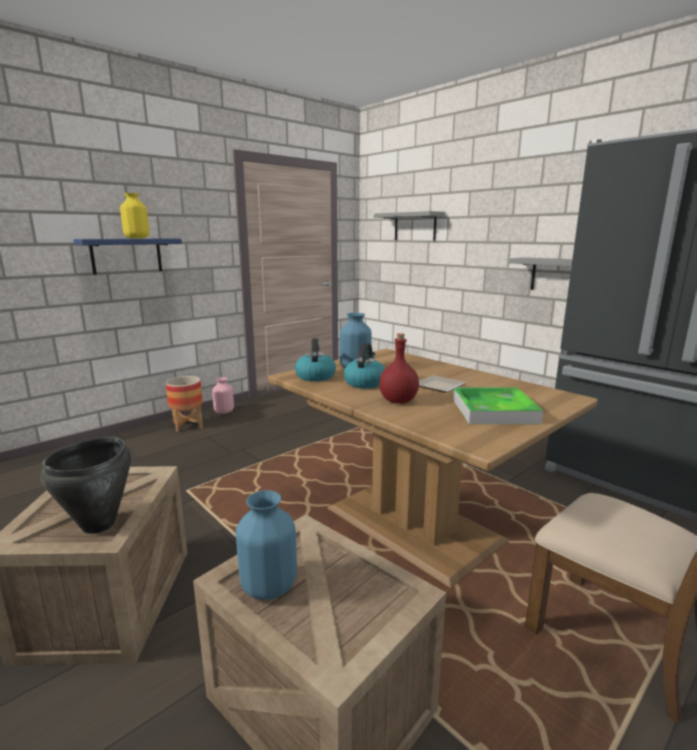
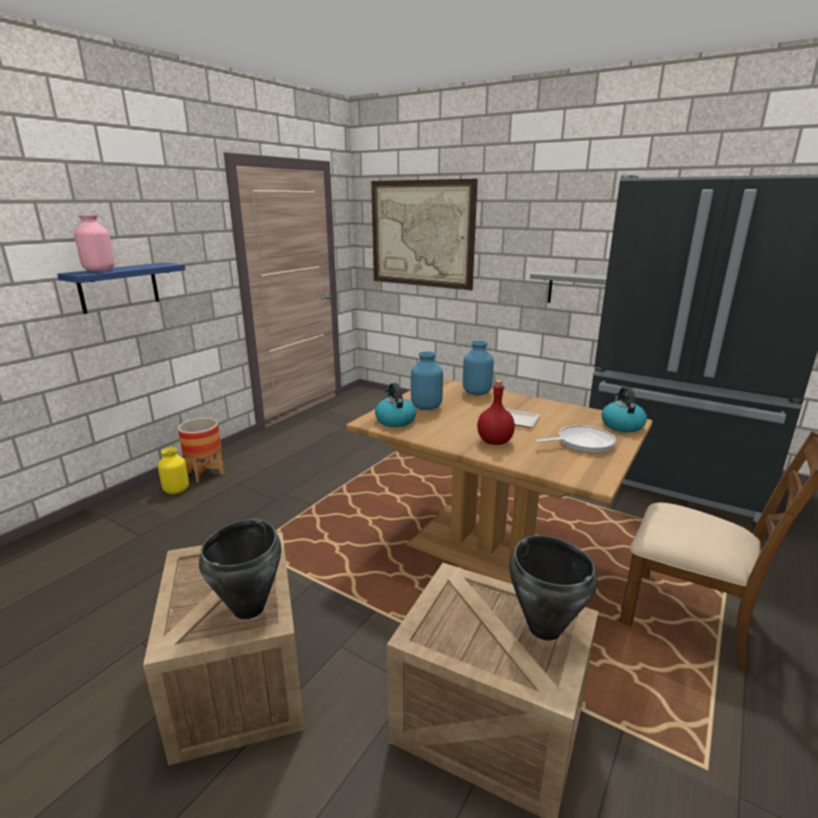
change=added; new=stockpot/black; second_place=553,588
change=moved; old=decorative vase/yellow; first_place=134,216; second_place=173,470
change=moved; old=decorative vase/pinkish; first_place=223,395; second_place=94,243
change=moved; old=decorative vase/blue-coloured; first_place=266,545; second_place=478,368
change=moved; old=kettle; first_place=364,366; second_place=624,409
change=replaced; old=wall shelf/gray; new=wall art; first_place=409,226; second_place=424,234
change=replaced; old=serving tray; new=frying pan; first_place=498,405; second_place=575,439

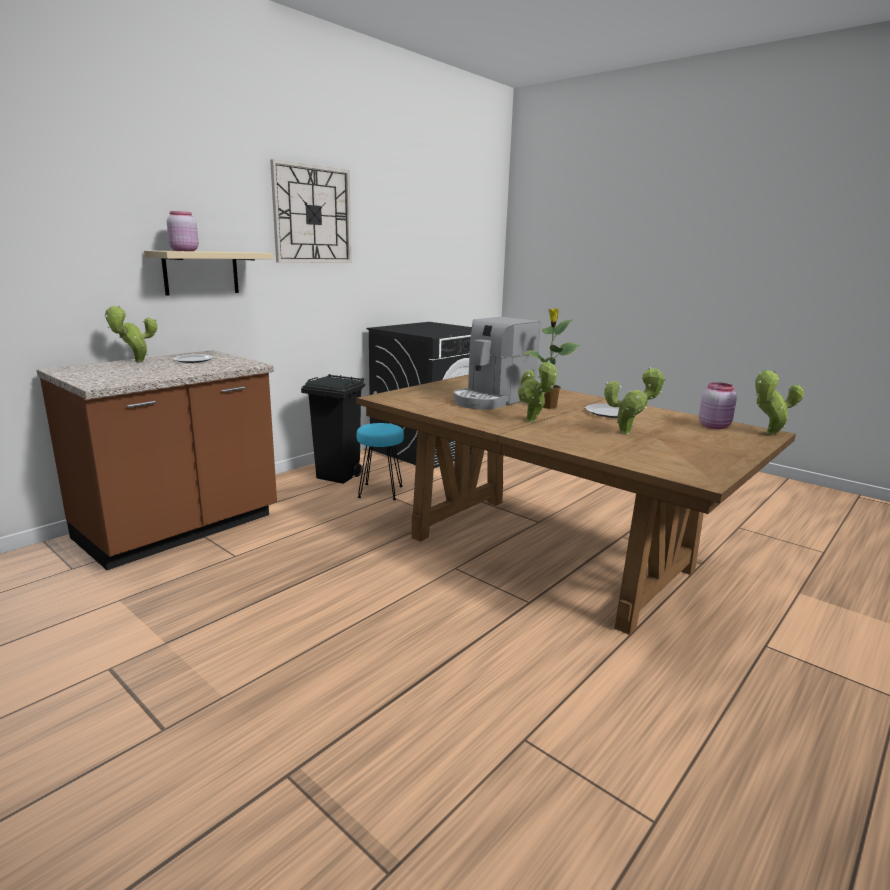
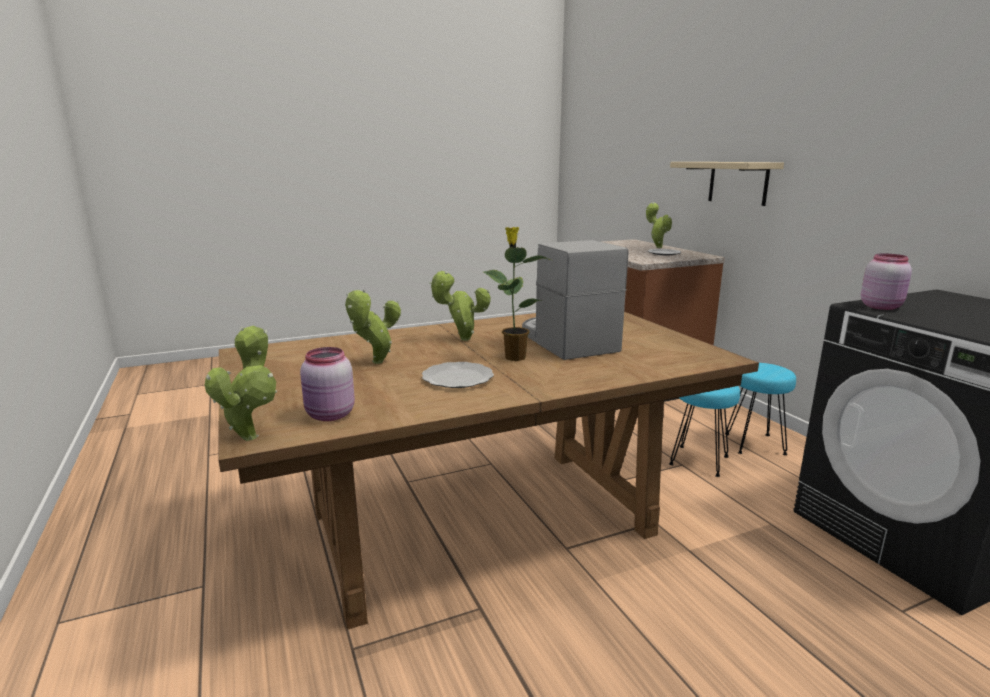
change=removed; old=hanging clock; first_place=310,211
change=moved; old=jar/pinkish; first_place=183,231; second_place=886,281
change=replaced; old=trash can/black; new=sitting stool/turquoise; first_place=333,429; second_place=760,409

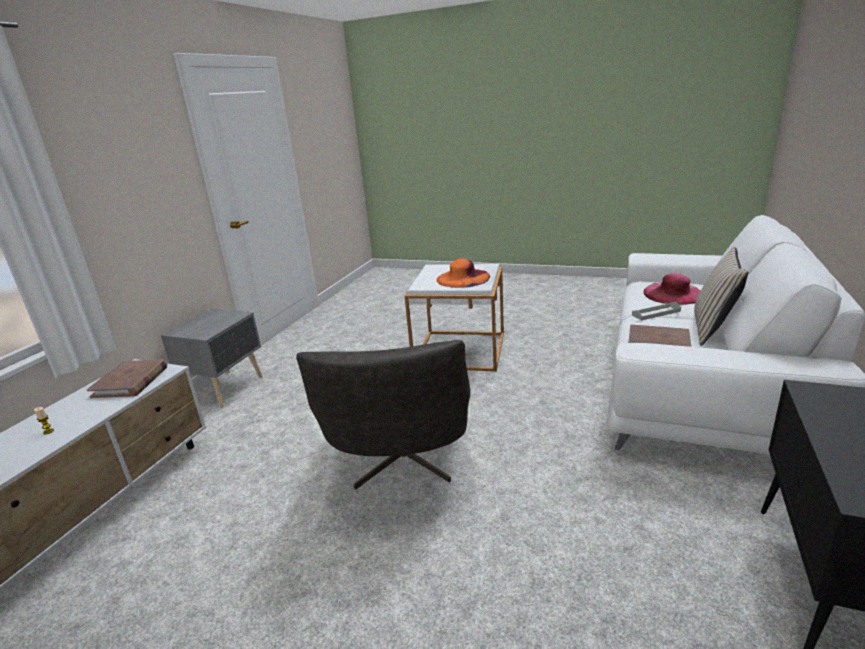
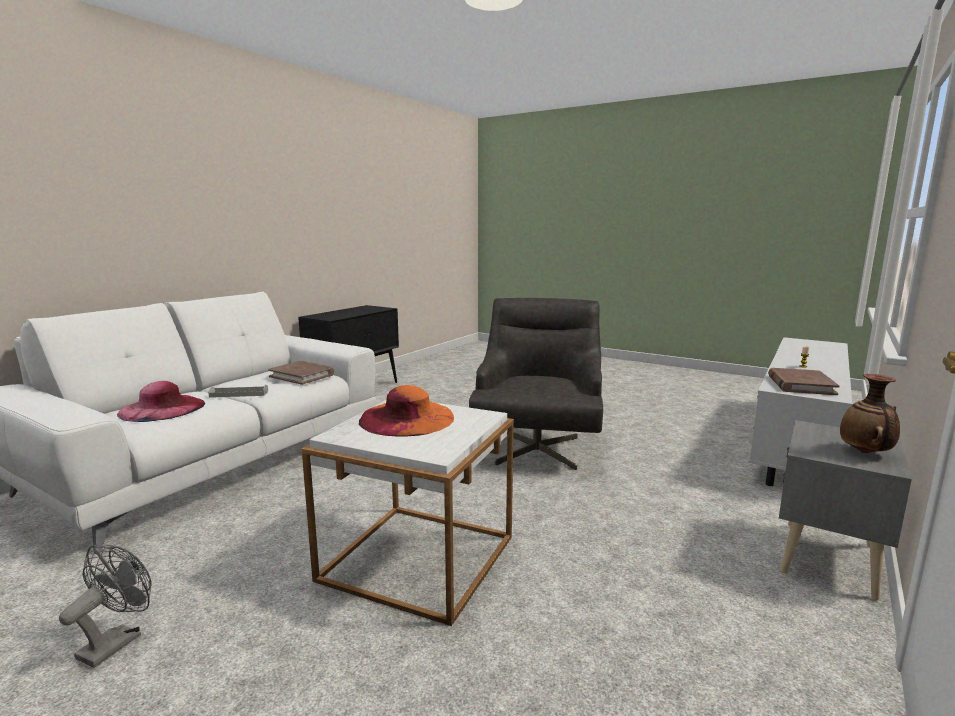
change=removed; old=cushion/sand-coloured; first_place=721,296
change=added; new=cooling fan/gray; second_place=105,606
change=added; new=decorative vase; second_place=870,413

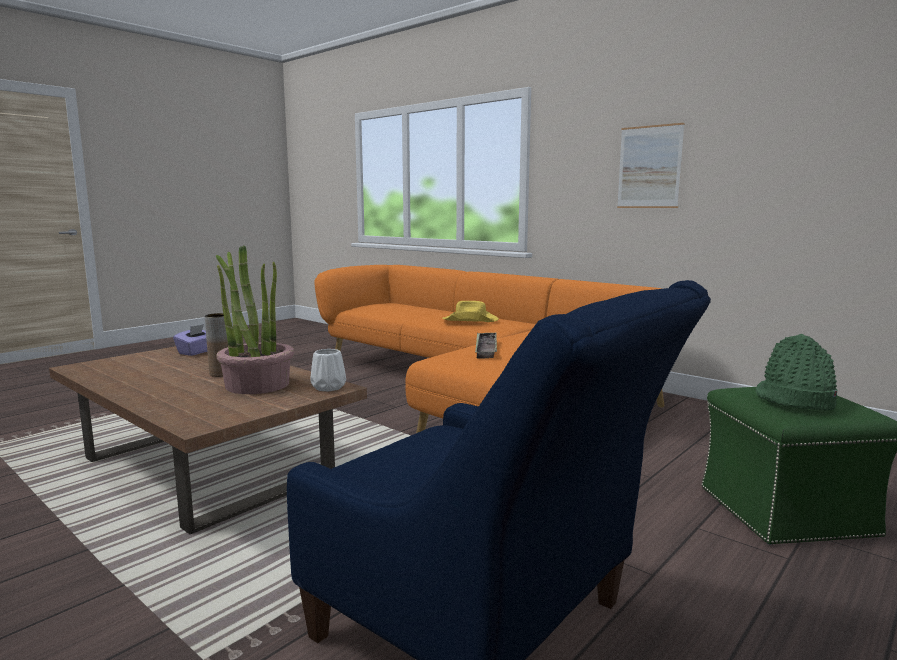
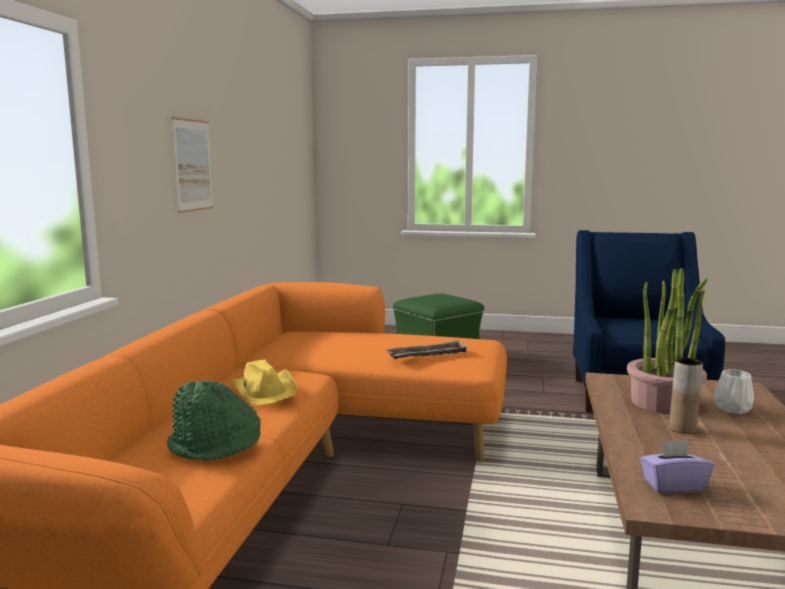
change=moved; old=decorative vase/white-coloured; first_place=328,370; second_place=734,391
change=moved; old=wearable hat/greenish; first_place=796,372; second_place=214,421

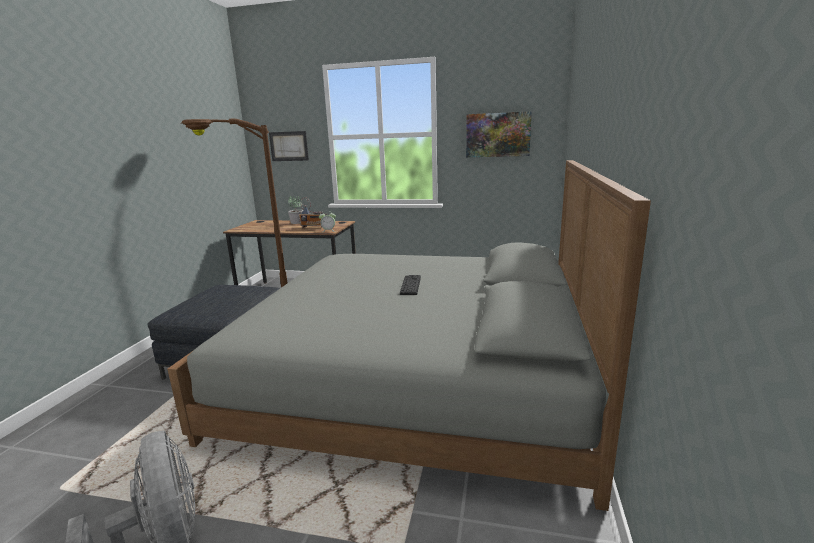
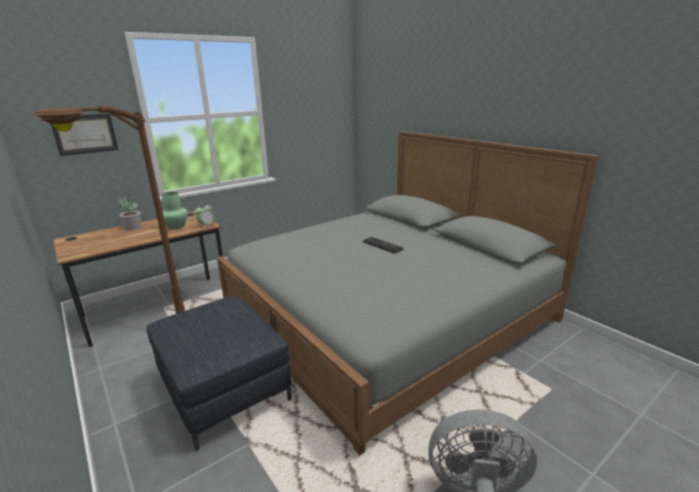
change=removed; old=wall art; first_place=499,134
change=replaced; old=radio receiver; new=decorative vase/greenish; first_place=312,213; second_place=175,210

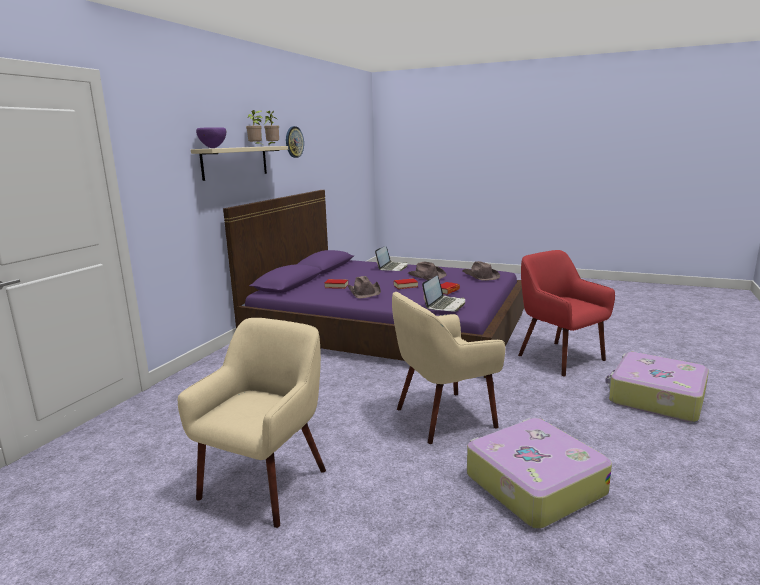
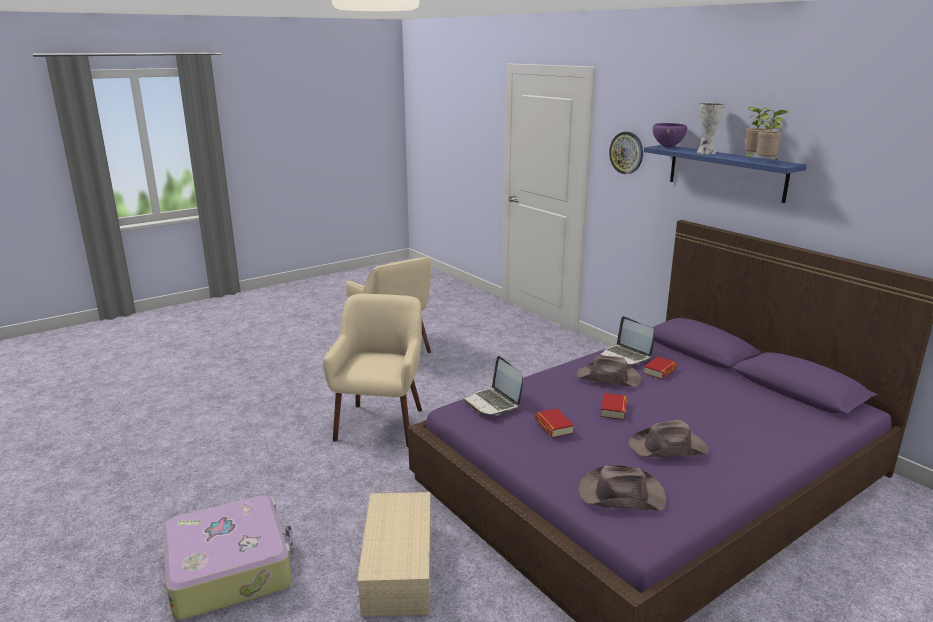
change=removed; old=travel case; first_place=539,473
change=added; new=decorative vase; second_place=711,128
change=moved; old=hanging clock; first_place=295,142; second_place=626,153
change=moved; old=notebook computer; first_place=391,258; second_place=627,340
change=replaced; old=easy chair/red-coloured; new=storage bin/sand-coloured; first_place=566,313; second_place=394,554
change=recoloured; old=wall shelf/sand-coloured; new=wall shelf/blue-coloured; first_place=239,163; second_place=725,174

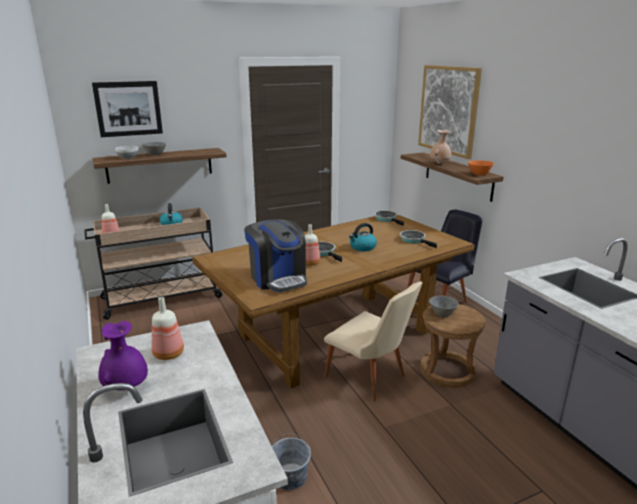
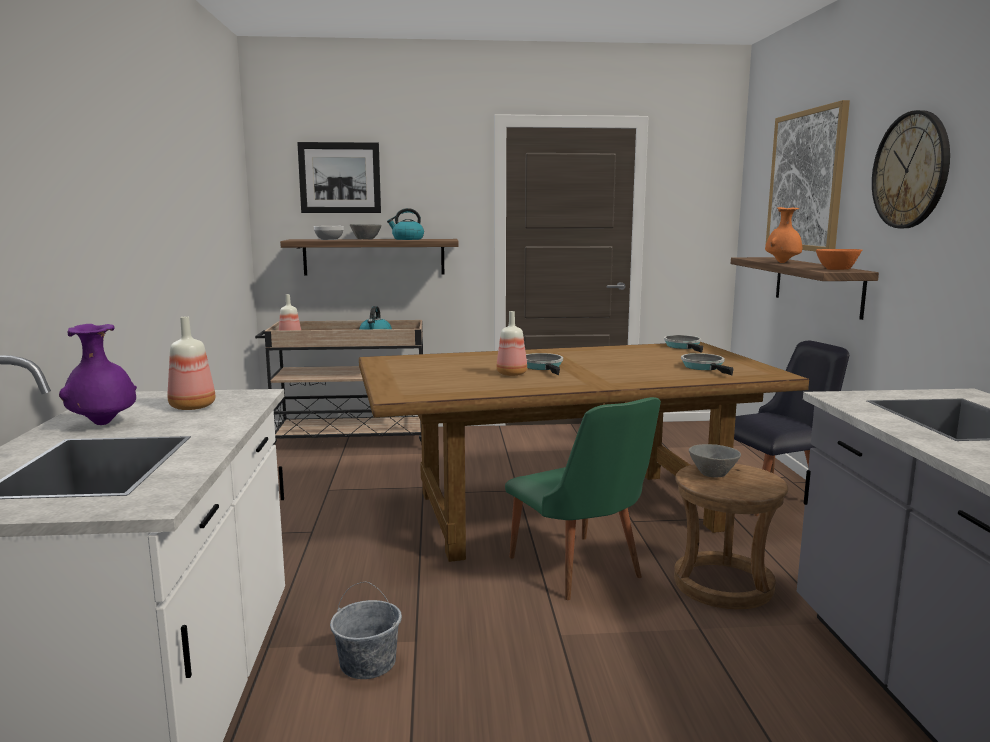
change=removed; old=coffee brewer; first_place=275,255
change=added; new=hanging clock; second_place=911,169
change=moved; old=kettle; first_place=363,237; second_place=405,224
change=recoloured; old=chair/sand-coloured; new=chair/greenish; first_place=373,342; second_place=583,498
change=recoloured; old=decorative vase/sand-coloured; new=decorative vase/orangey; first_place=441,147; second_place=783,235

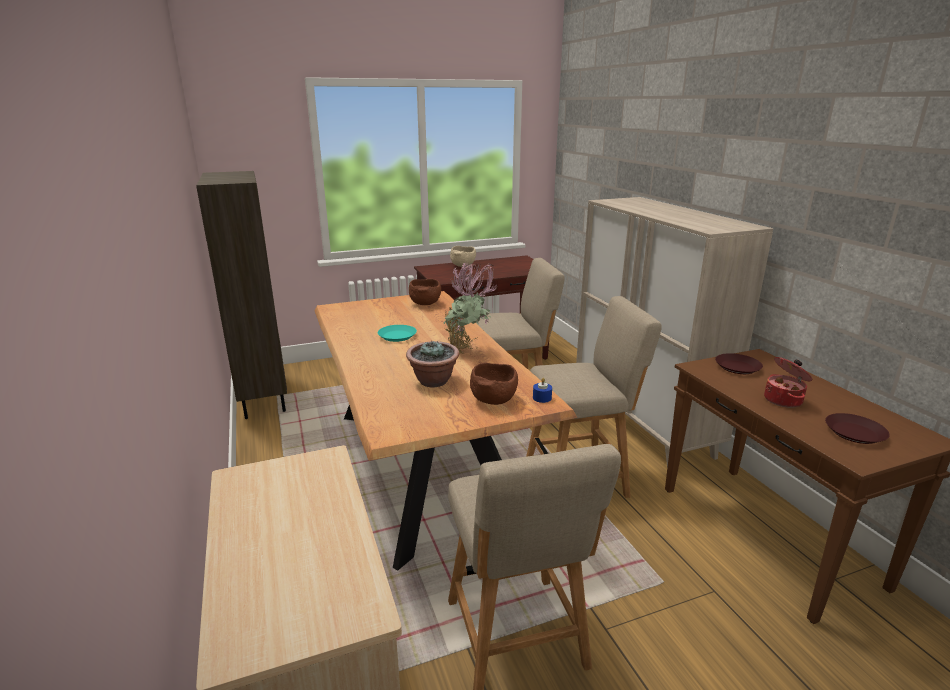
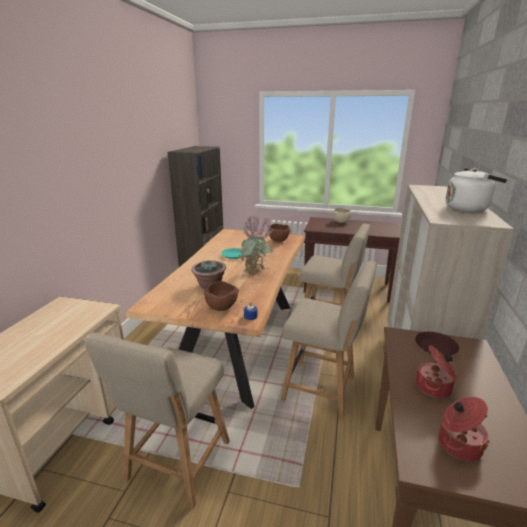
change=added; new=kettle/white-coloured; second_place=476,190
change=replaced; old=plate/brown; new=stockpot; first_place=857,428; second_place=463,429

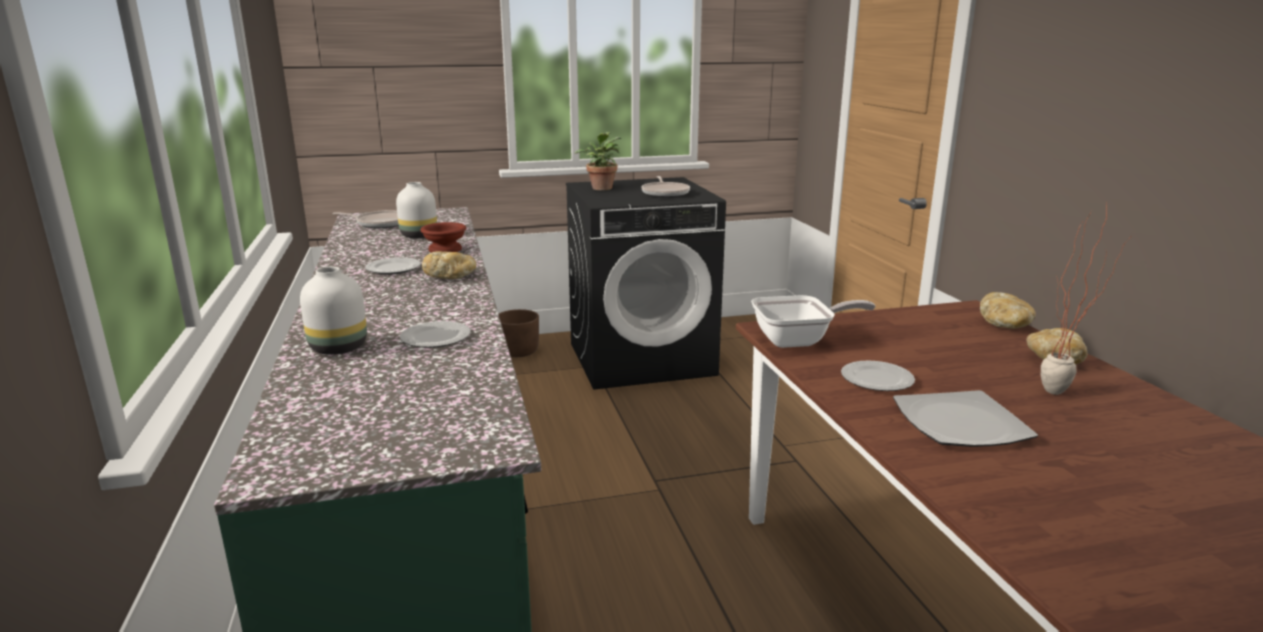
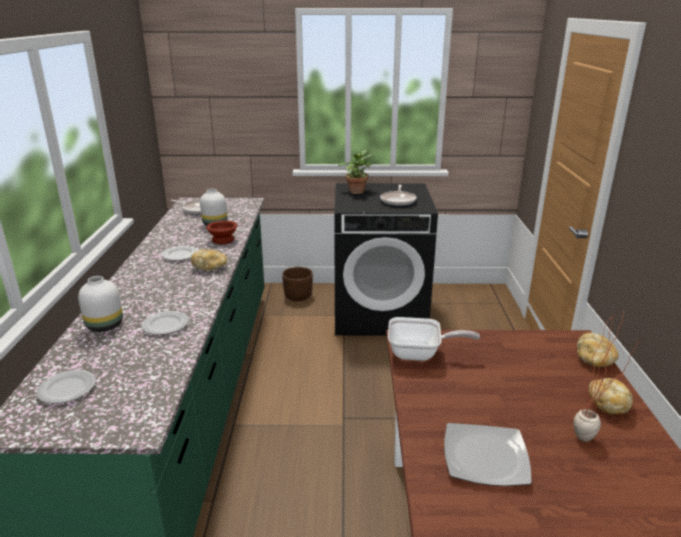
change=moved; old=plate; first_place=878,376; second_place=66,387

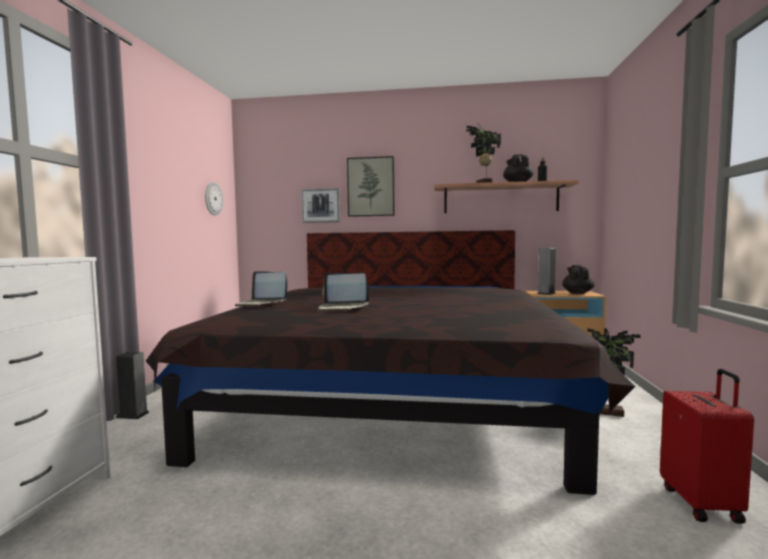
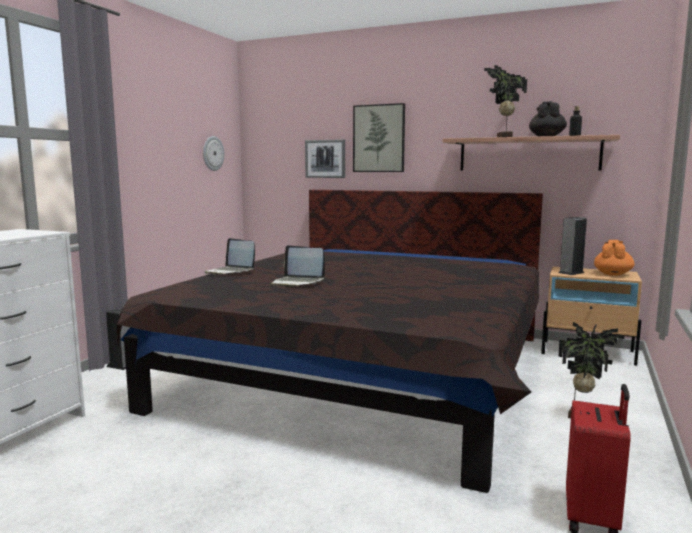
change=recoloured; old=tea pot/black; new=tea pot/orangey; first_place=578,279; second_place=614,258

